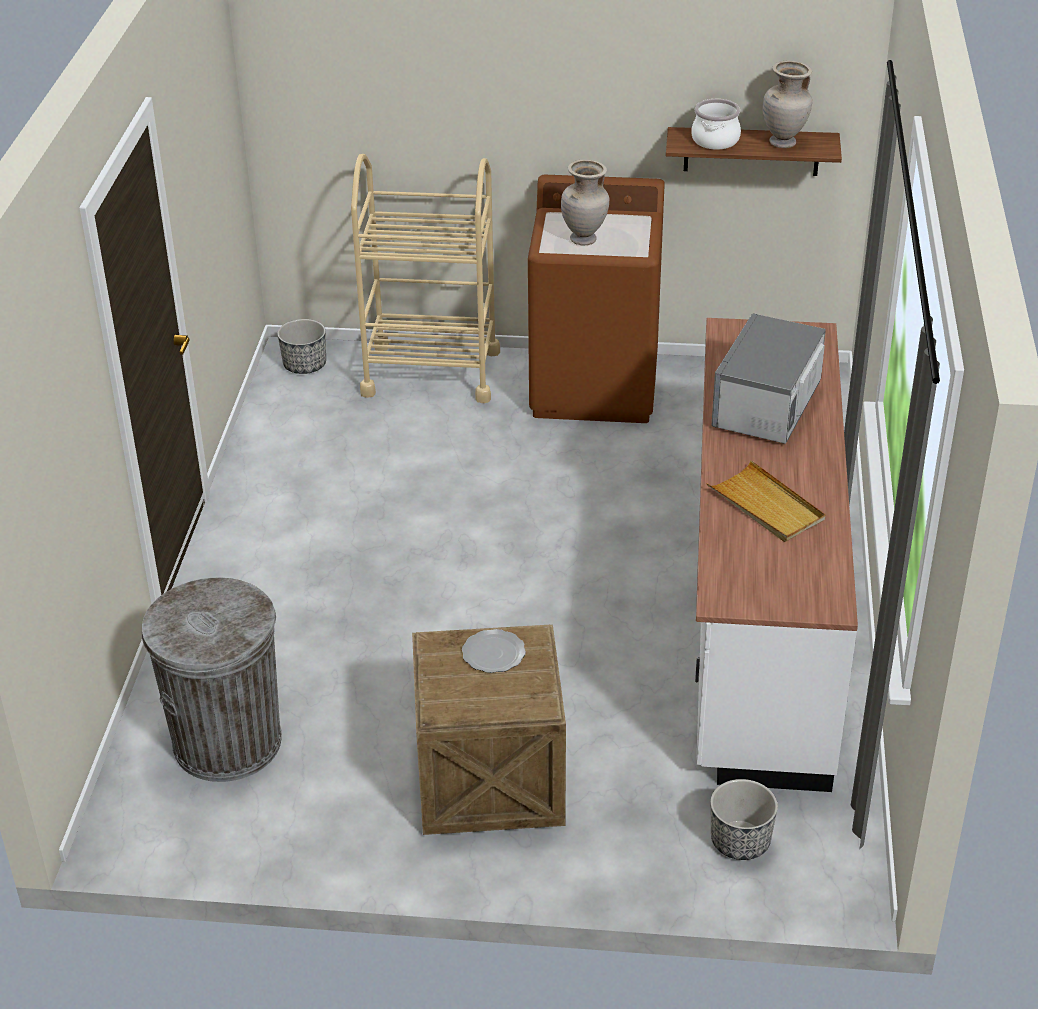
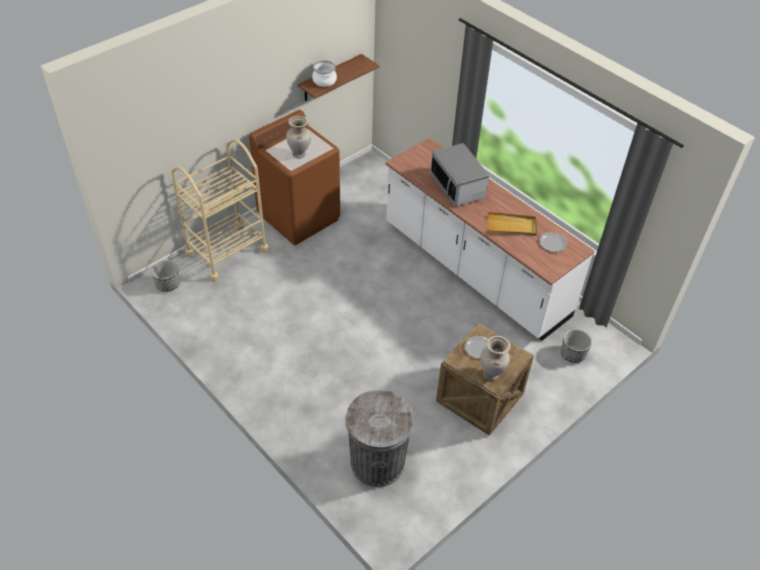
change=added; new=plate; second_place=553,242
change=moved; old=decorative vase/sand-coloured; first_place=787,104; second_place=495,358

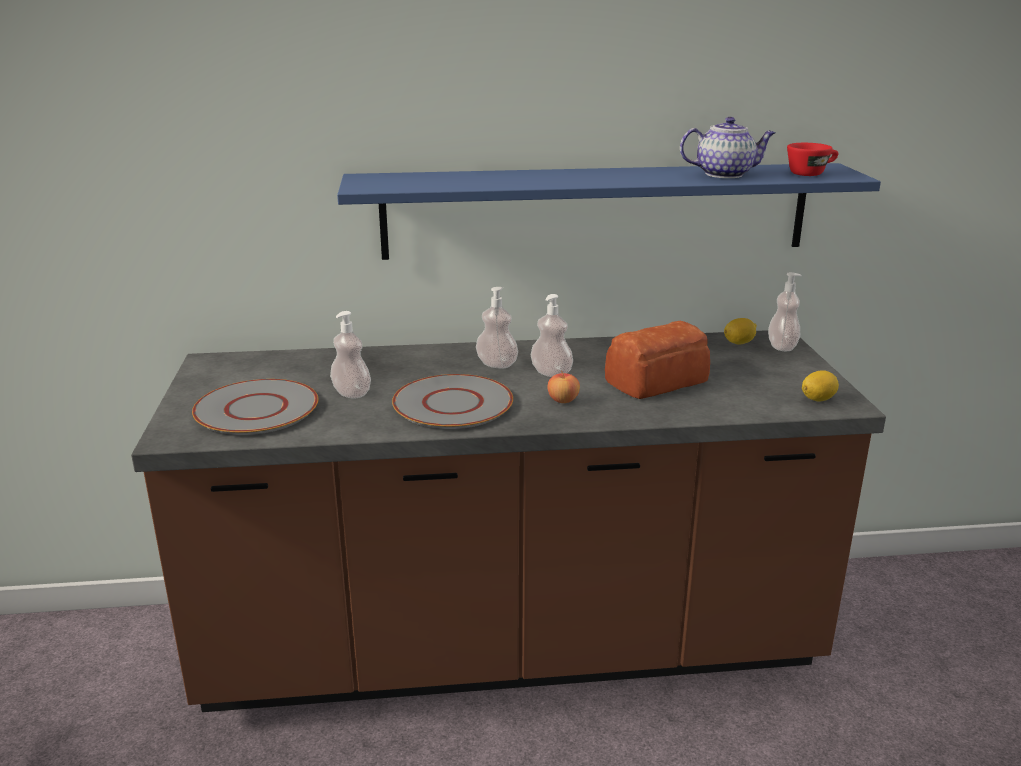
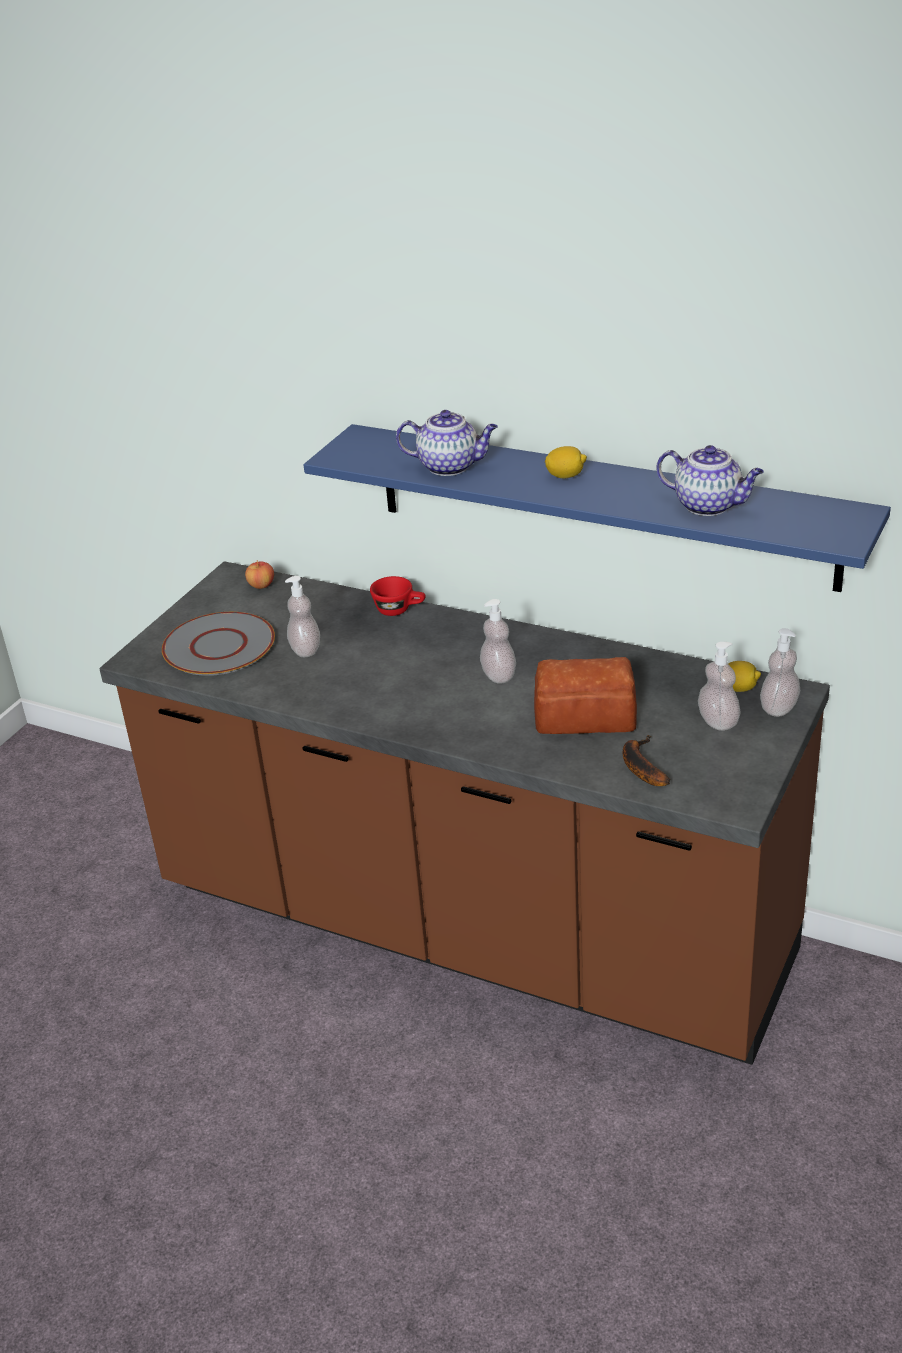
change=removed; old=plate/gray; first_place=452,401
change=added; new=tea pot; second_place=447,443
change=added; new=banana; second_place=646,760
change=moved; old=soap bottle; first_place=497,328; second_place=719,686
change=moved; old=apple; first_place=563,387; second_place=259,575
change=moved; old=drinking cup/red-coloured; first_place=813,159; second_place=398,596
change=moved; old=citrus fruit; first_place=820,386; second_place=566,462

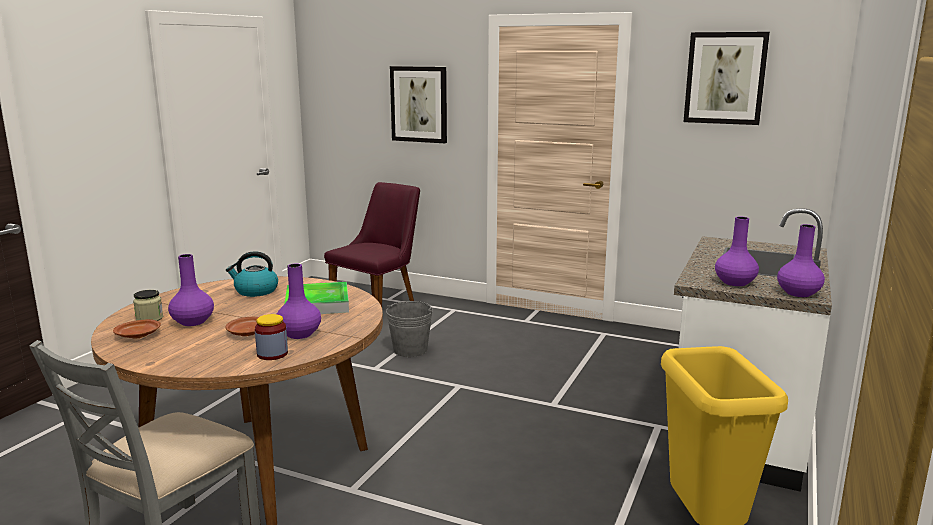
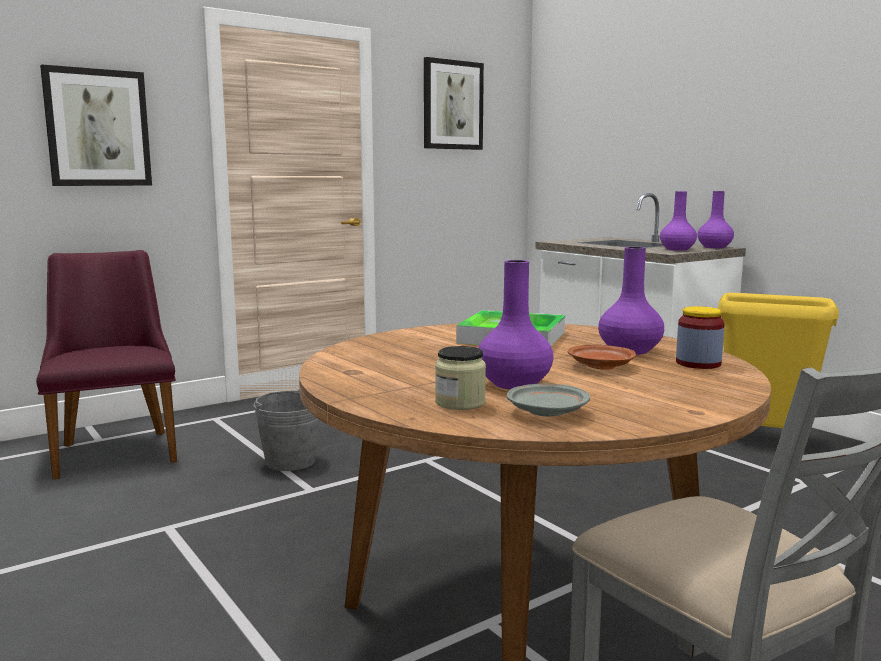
change=removed; old=kettle; first_place=252,274
change=recoloured; old=plate/brown; new=plate/gray; first_place=137,328; second_place=548,400

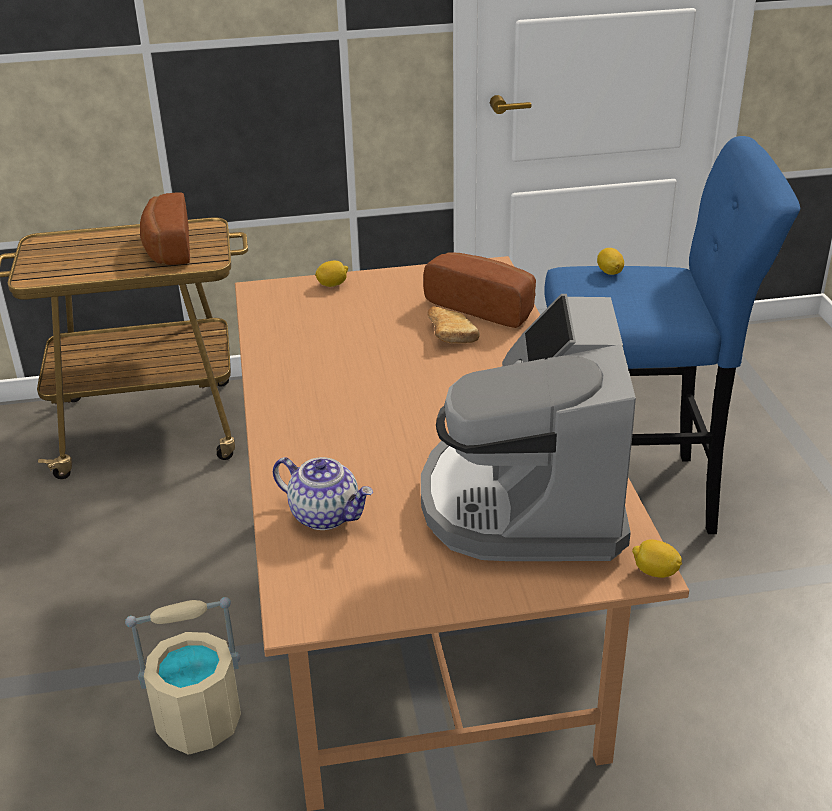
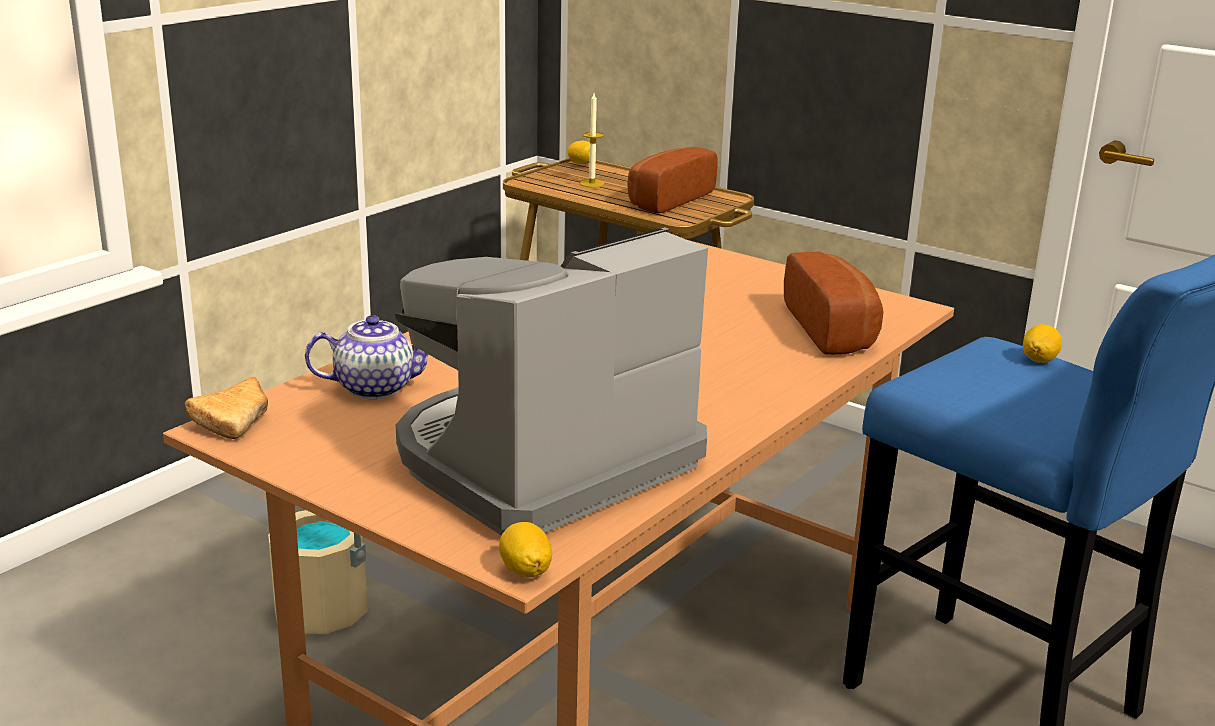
change=added; new=candle; second_place=592,140
change=moved; old=citrus fruit; first_place=331,274; second_place=579,152
change=moved; old=bakery bread; first_place=453,325; second_place=226,408
change=turned; old=tea pot; first_place=323,493; second_place=366,357; degrees=-90

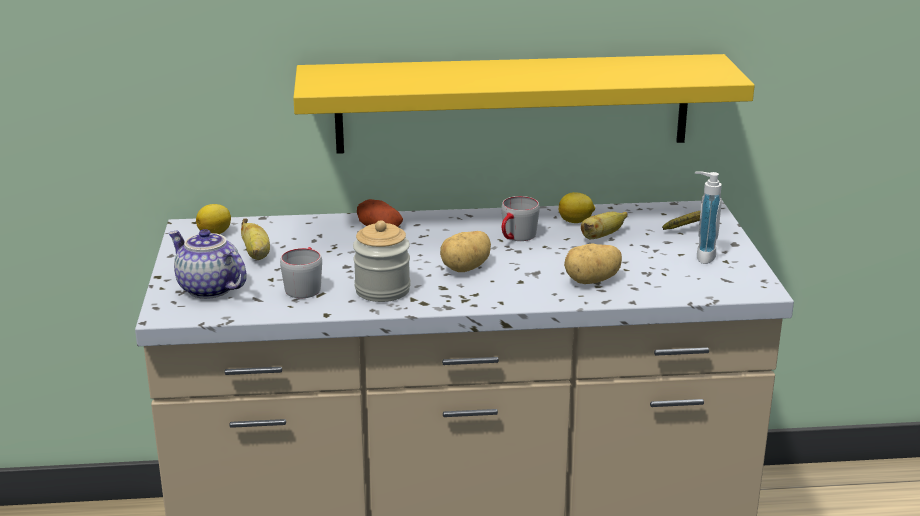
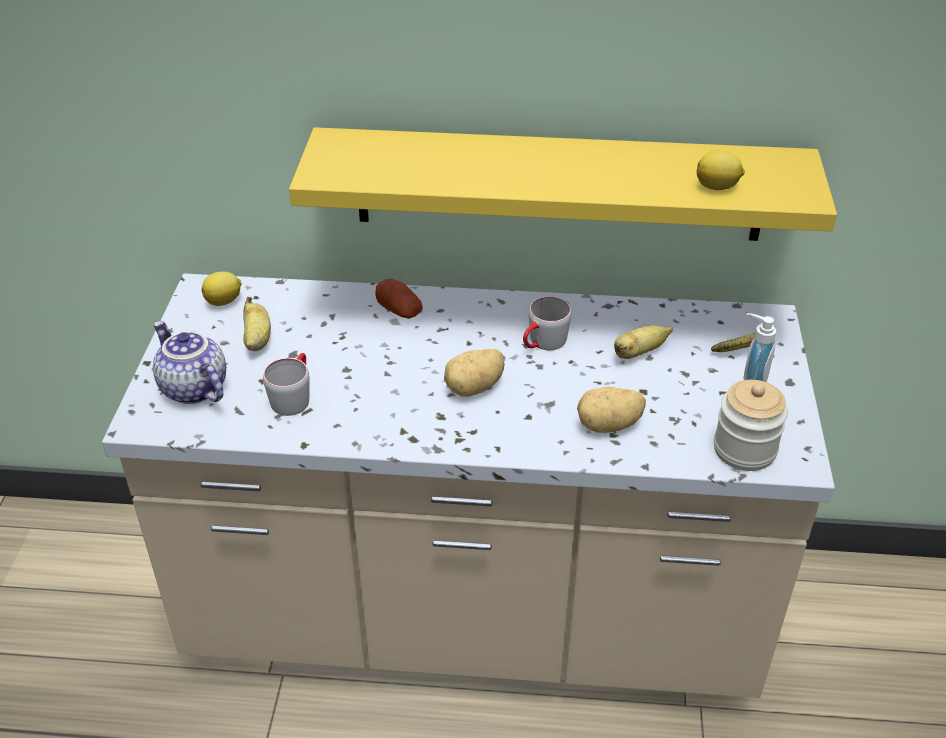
change=moved; old=jar; first_place=381,261; second_place=751,425
change=moved; old=citrus fruit; first_place=577,207; second_place=721,170

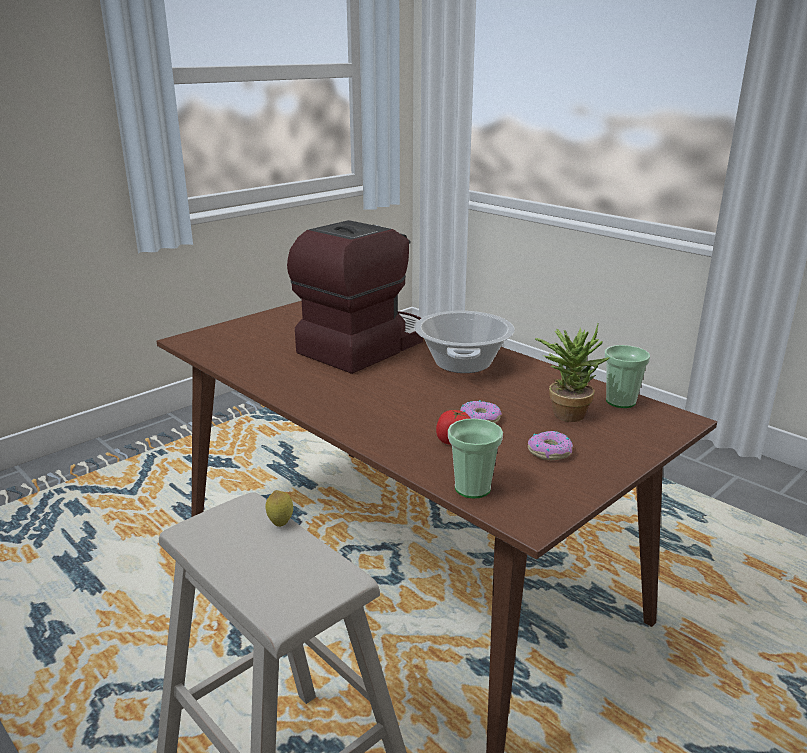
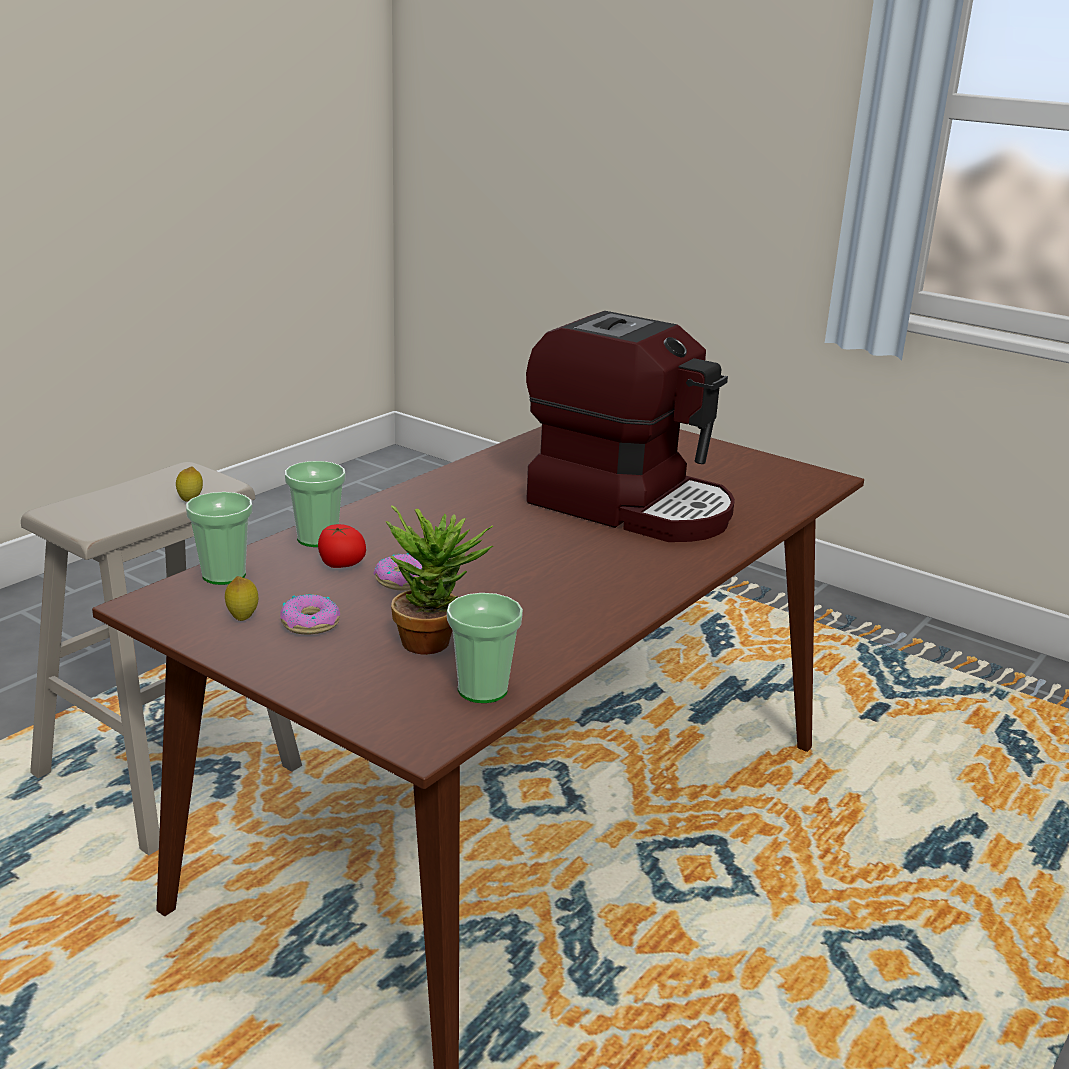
change=removed; old=stockpot; first_place=465,342
change=added; new=citrus fruit; second_place=241,598
change=added; new=drinking cup; second_place=315,504

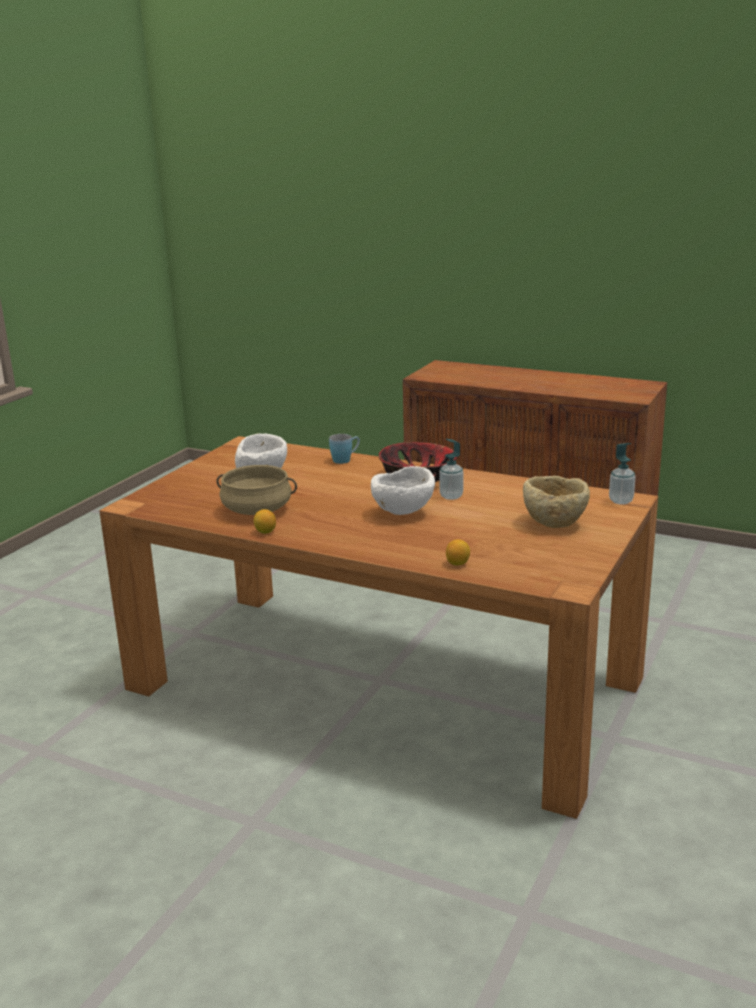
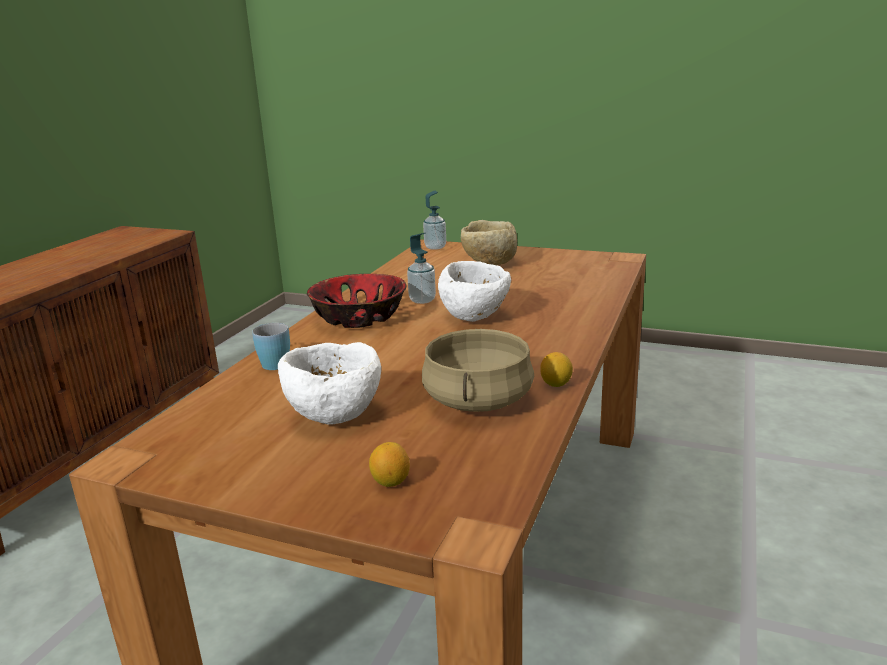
change=moved; old=citrus fruit; first_place=458,552; second_place=389,464

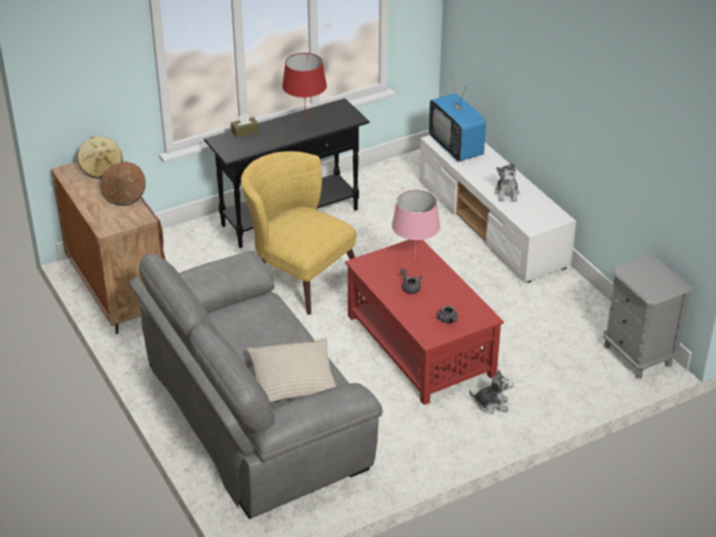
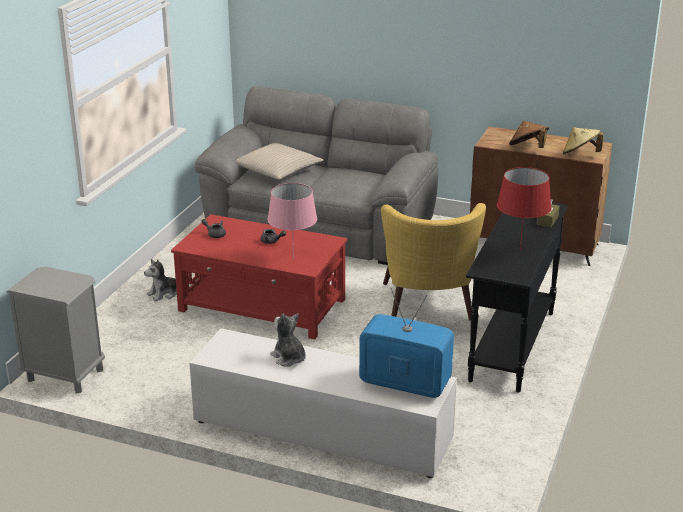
change=turned; old=easy chair/yellow; first_place=298,233; second_place=433,262; degrees=90

